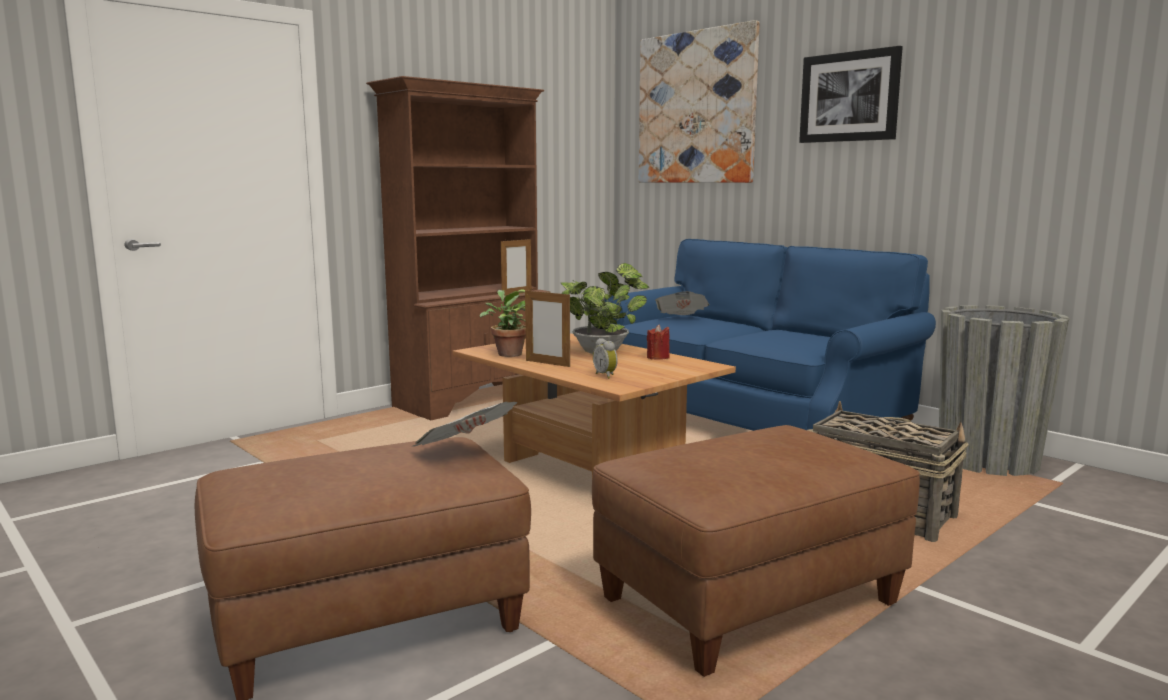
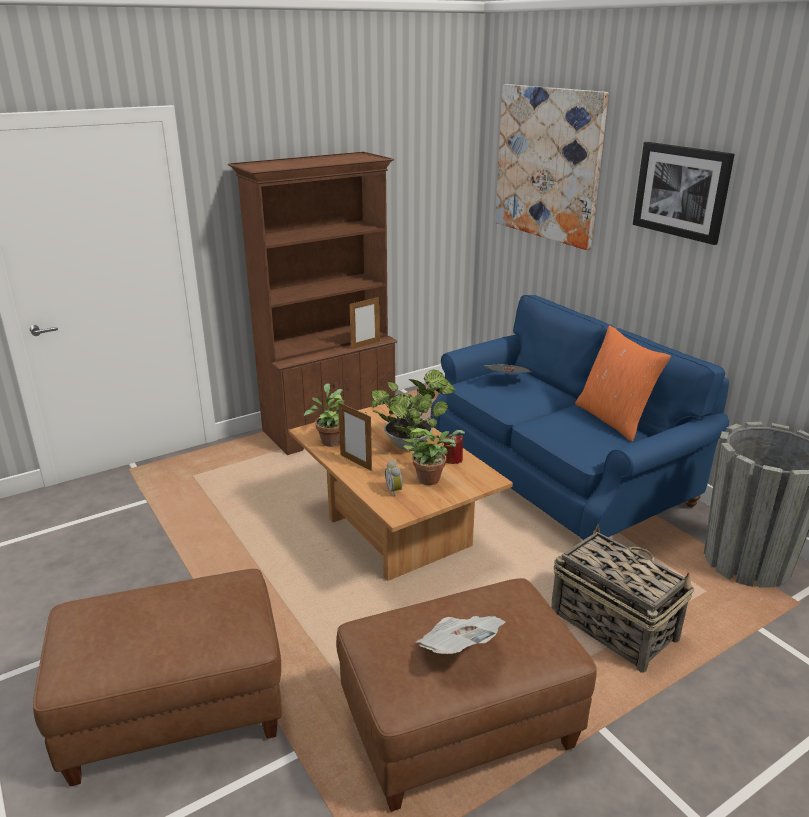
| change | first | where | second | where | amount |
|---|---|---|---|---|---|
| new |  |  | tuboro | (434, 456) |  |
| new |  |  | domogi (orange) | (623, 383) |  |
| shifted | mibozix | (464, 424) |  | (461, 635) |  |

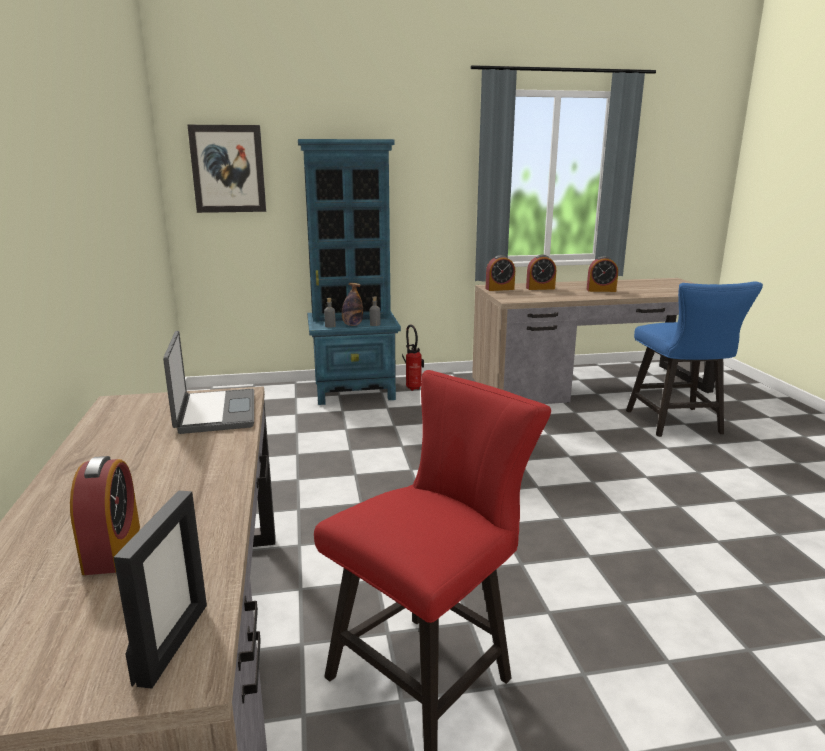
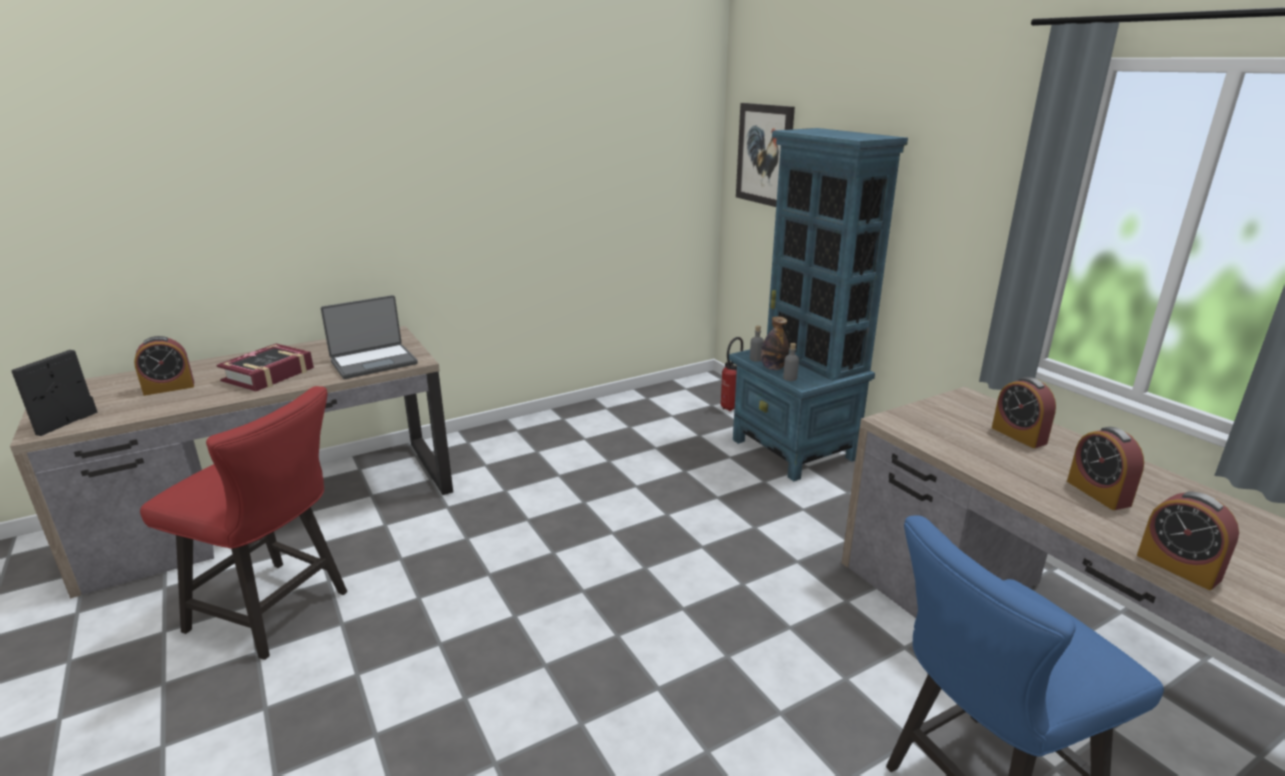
| change | first | where | second | where | amount |
|---|---|---|---|---|---|
| new |  |  | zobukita | (265, 367) |  |
| shifted | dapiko | (413, 357) |  | (732, 374) |  |
| shifted | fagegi | (500, 273) |  | (1188, 540) |  |
| rotated | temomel | (160, 589) |  | (54, 393) | 120 degrees clockwise |

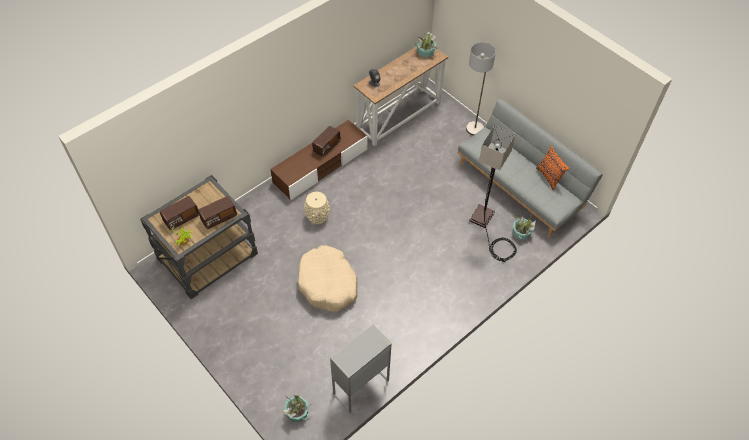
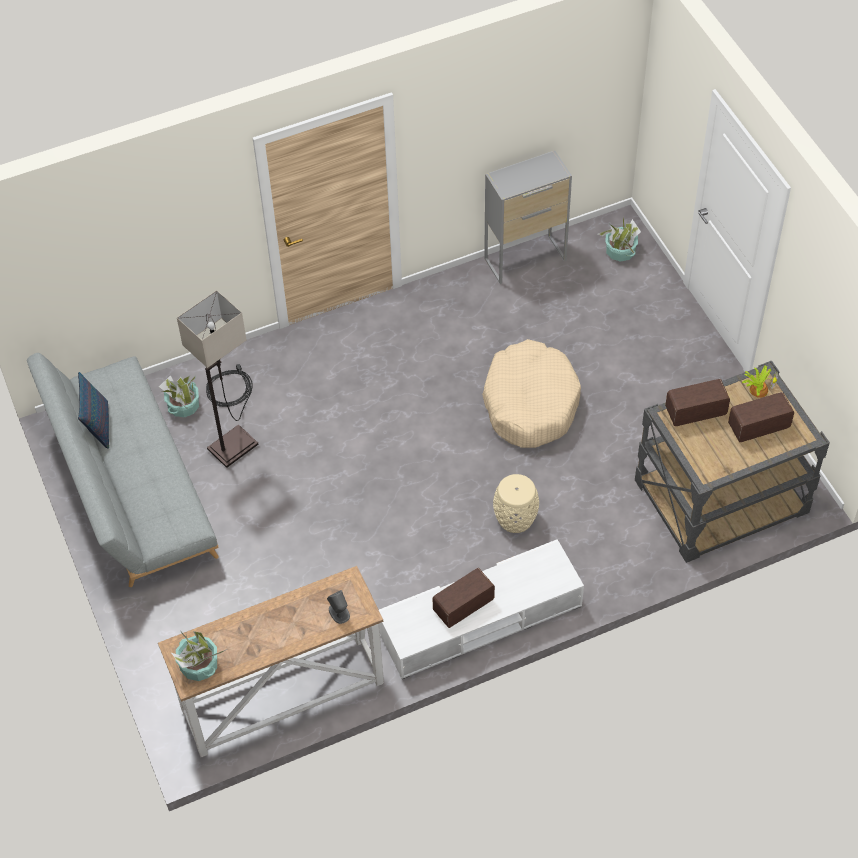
| change | first | where | second | where | amount |
|---|---|---|---|---|---|
| gone | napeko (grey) | (481, 88) |  |  |  |
| repainted | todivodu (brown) | (319, 160) | todivodu (white) | (481, 609) |  |
| repainted | domogi (orange) | (552, 168) | domogi (blue) | (93, 410) |  |

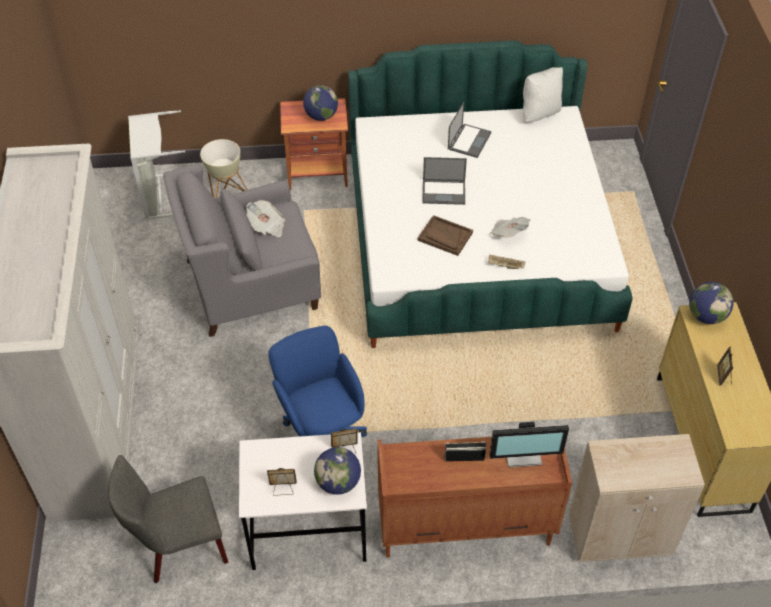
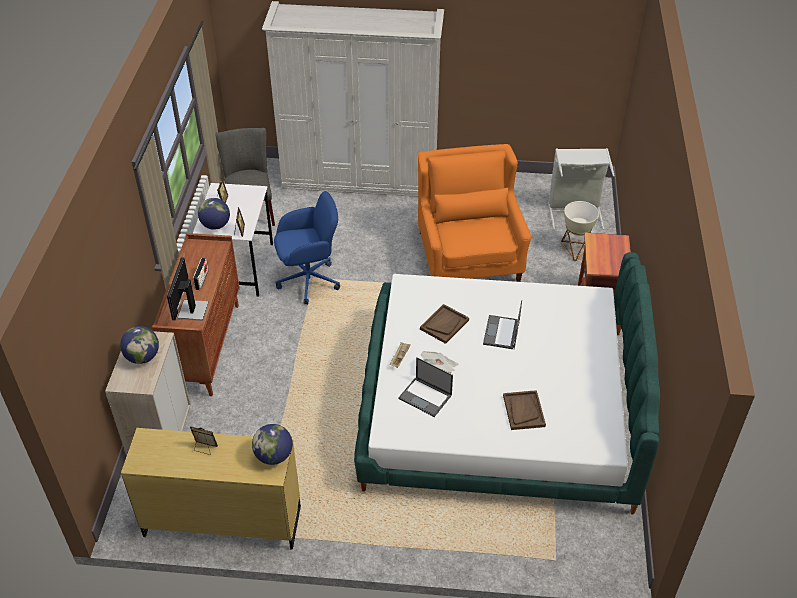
| change | first | where | second | where | amount |
|---|---|---|---|---|---|
| gone | mibozix | (265, 218) |  |  |  |
| gone | domogi (white) | (543, 95) |  |  |  |
| new |  |  | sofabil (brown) | (524, 410) |  |
| shifted | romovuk | (320, 103) |  | (139, 345) |  |
| shifted | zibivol | (470, 130) |  | (425, 387) |  |
| repainted | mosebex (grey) | (242, 250) | mosebex (orange) | (474, 213) |  |

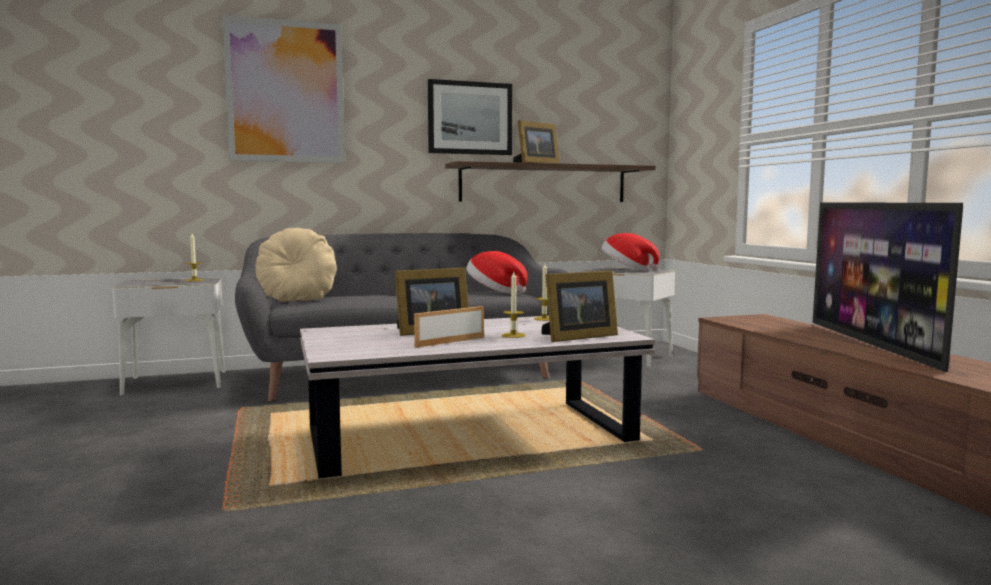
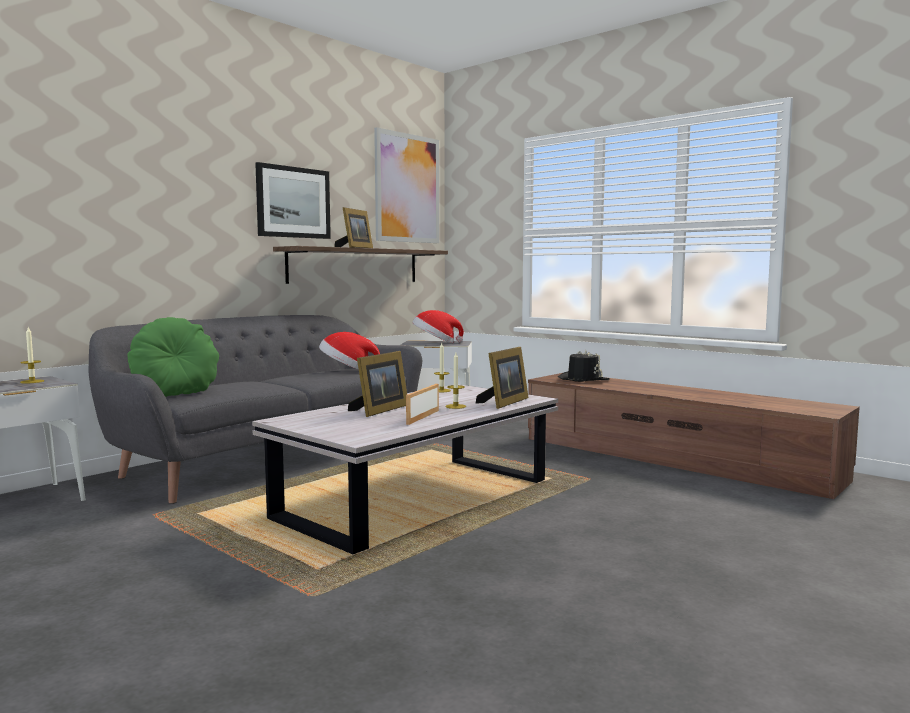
| change | first | where | second | where | amount |
|---|---|---|---|---|---|
| gone | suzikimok | (888, 287) |  |  |  |
| new |  |  | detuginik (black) | (584, 366) |  |
| shifted | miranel | (283, 89) |  | (406, 185) |  |
| repainted | domogi (beige) | (296, 265) | domogi (green) | (173, 357) |  |

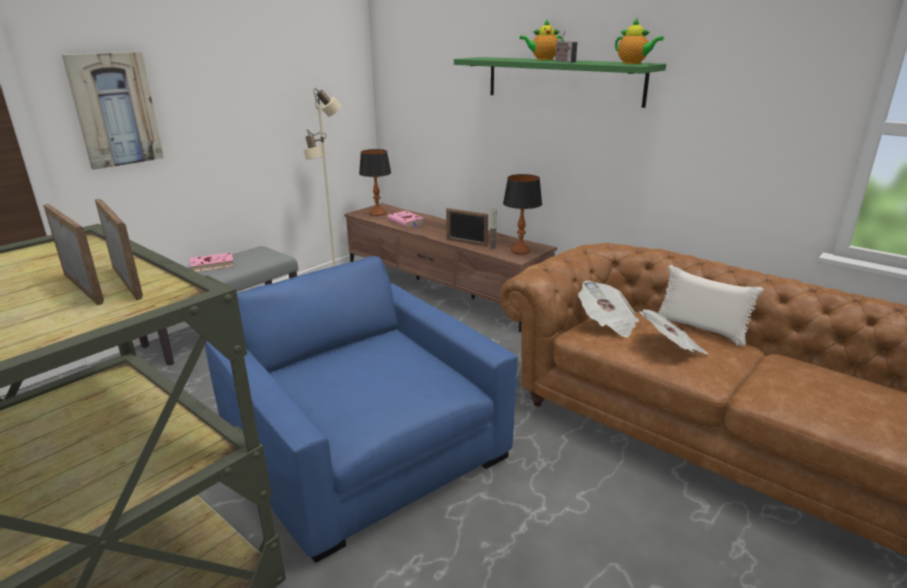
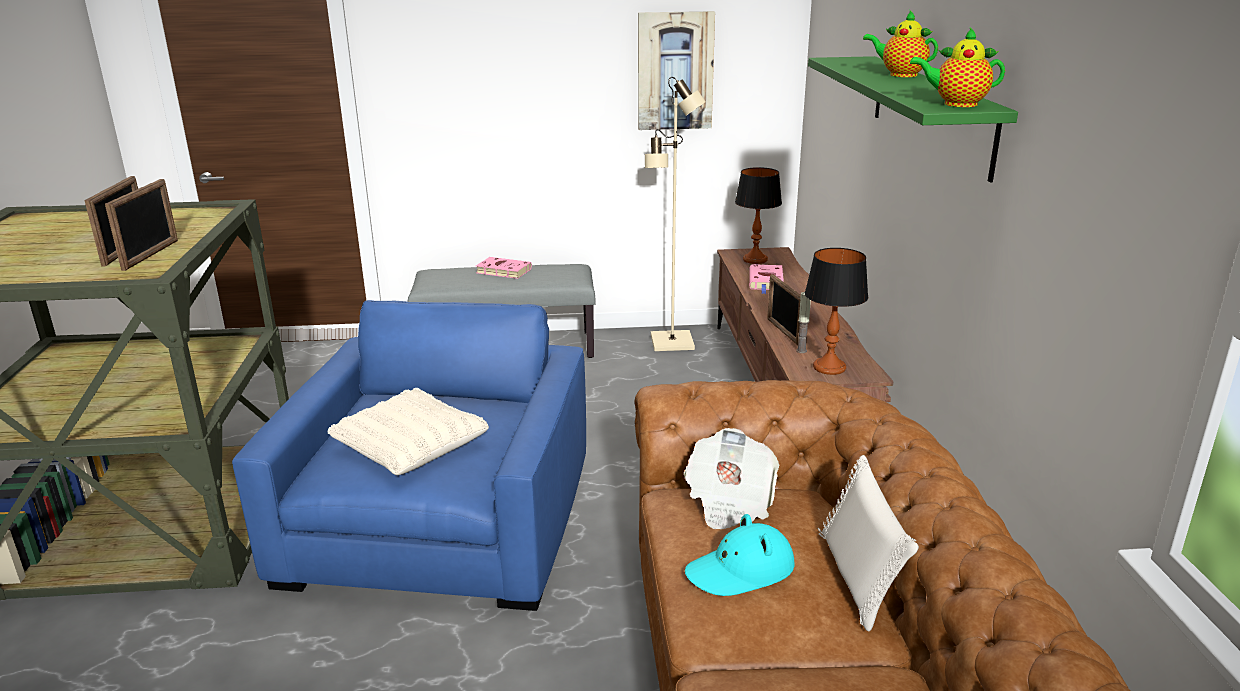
| change | first | where | second | where | amount |
|---|---|---|---|---|---|
| gone | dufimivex | (566, 46) |  |  |  |
| new |  |  | domogi (beige) | (408, 431) |  |
| shifted | miranel | (113, 111) |  | (676, 70) |  |
| swapped | mibozix | (673, 331) | detuginik (turquoise) | (740, 555) |  |
| rotated | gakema | (639, 41) |  | (957, 67) | 105 degrees clockwise |

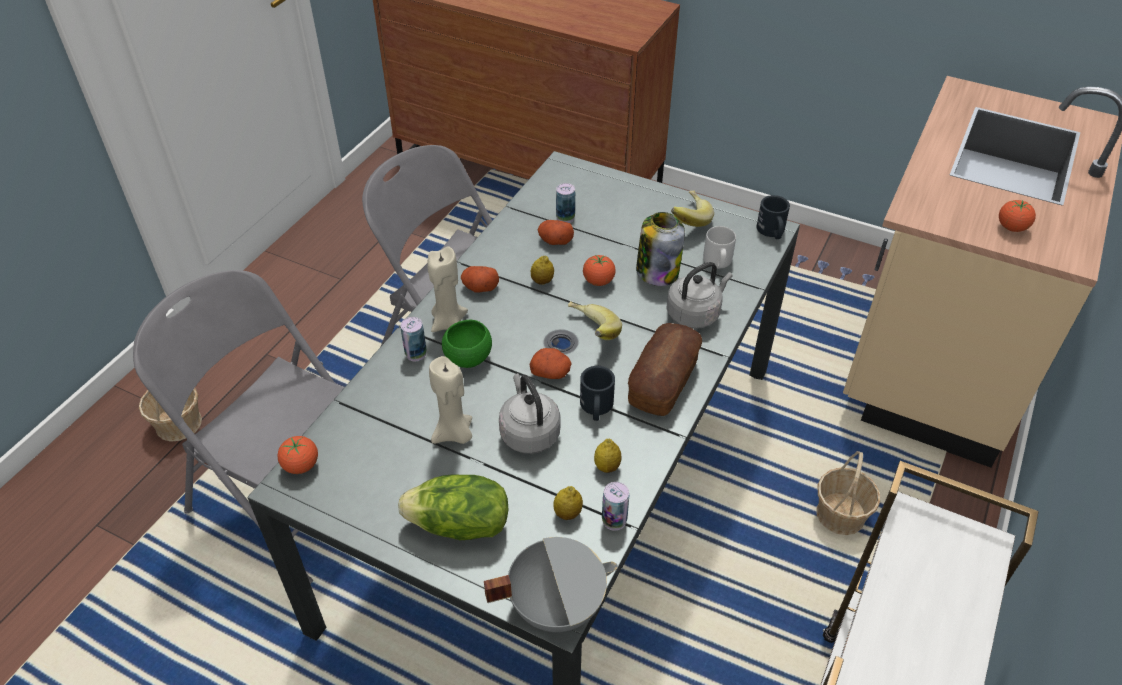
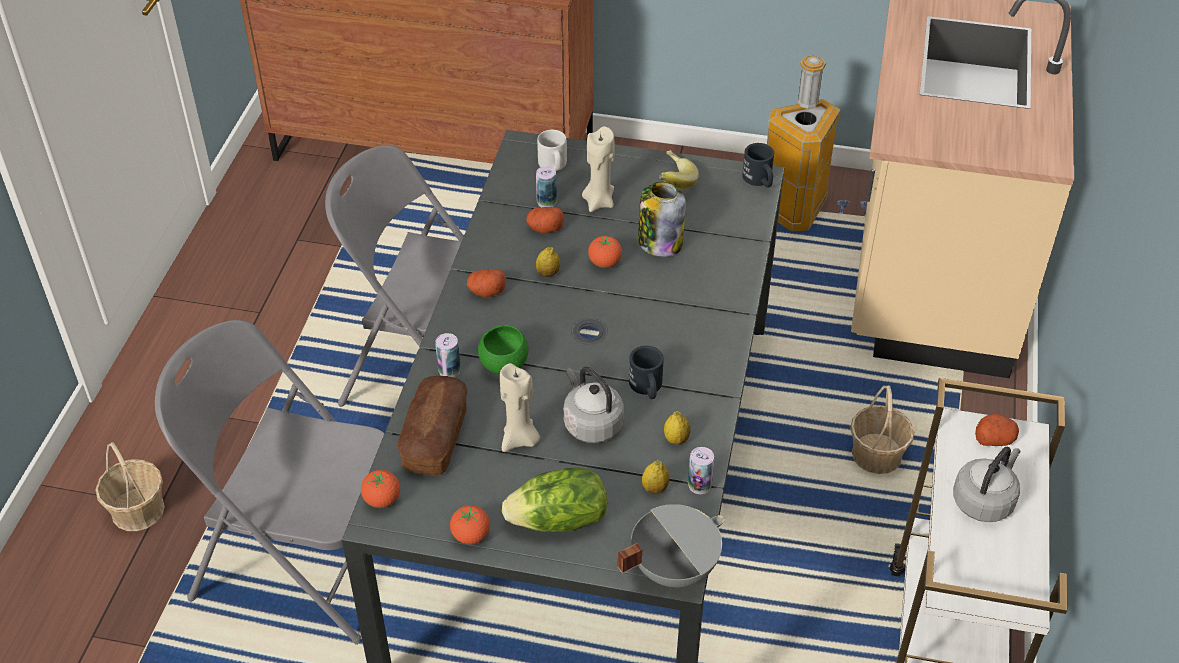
| change | first | where | second | where | amount |
|---|---|---|---|---|---|
| gone | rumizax | (595, 320) |  |  |  |
| new |  |  | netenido | (804, 143) |  |
| shifted | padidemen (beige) | (448, 289) |  | (598, 169) |  |
| shifted | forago | (551, 363) |  | (997, 430) |  |
| shifted | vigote | (665, 369) |  | (432, 425) |  |
| shifted | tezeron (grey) | (699, 295) |  | (986, 484) |  |
| shifted | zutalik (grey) | (719, 247) |  | (552, 150) |  |
| shifted | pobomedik | (1017, 216) |  | (470, 524) |  |

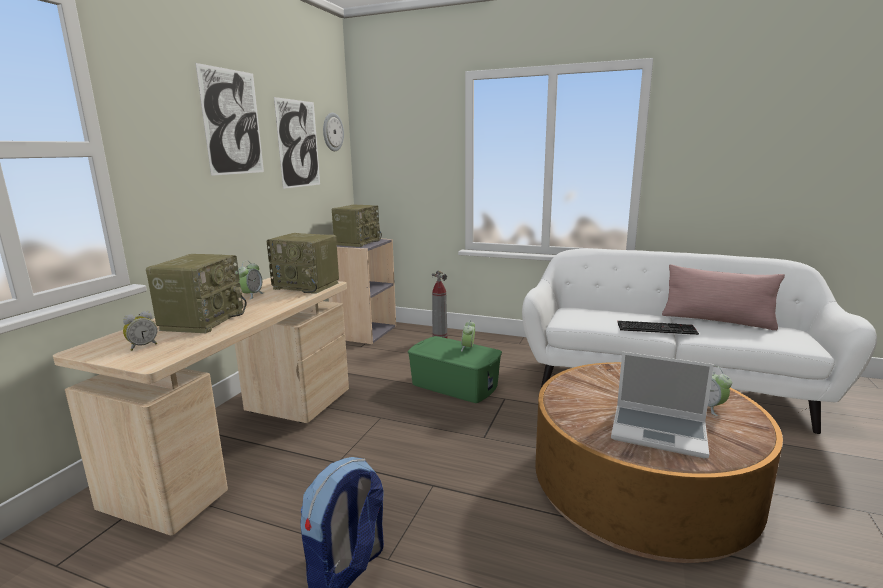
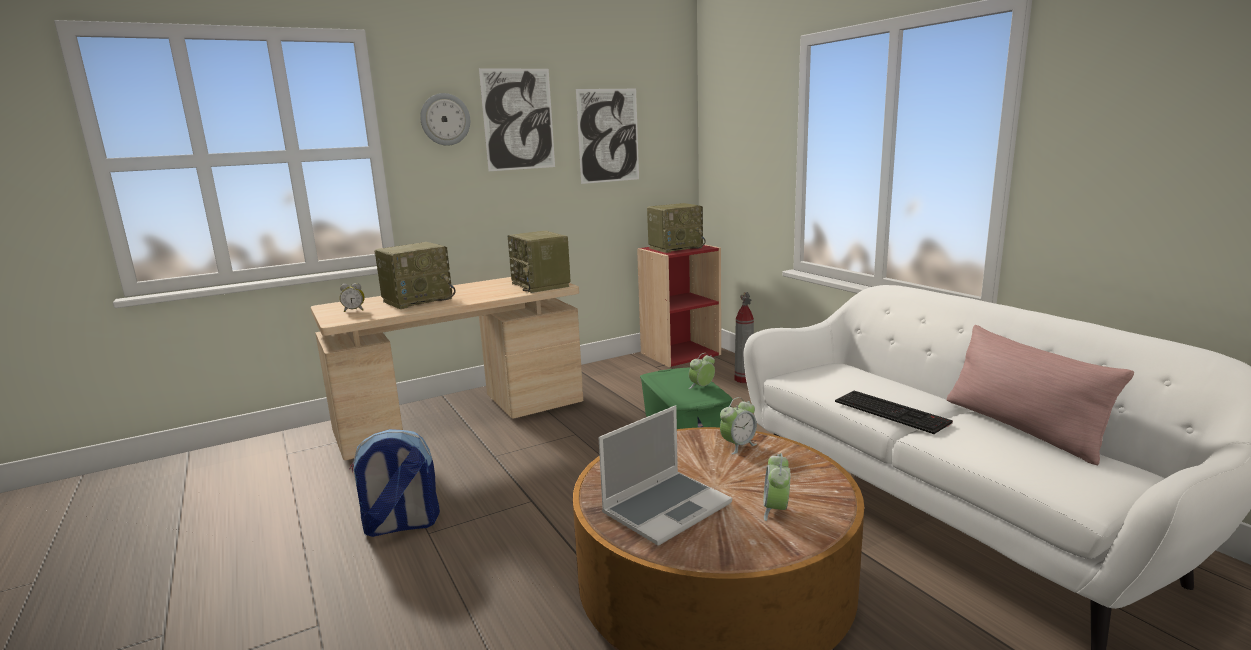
| change | first | where | second | where | amount |
|---|---|---|---|---|---|
| shifted | fagegi | (250, 279) |  | (738, 425) |  |
| shifted | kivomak | (333, 132) |  | (445, 119) |  |
| repainted | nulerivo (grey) | (362, 291) | nulerivo (red) | (679, 306) |  |
| rotated | zibivol | (662, 405) |  | (665, 475) | 105 degrees counterclockwise |

